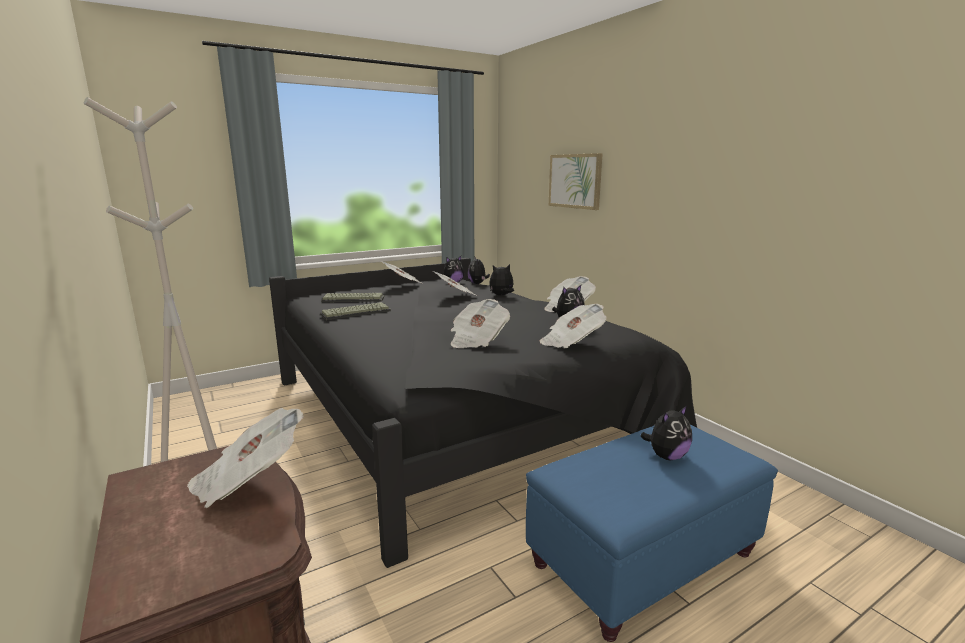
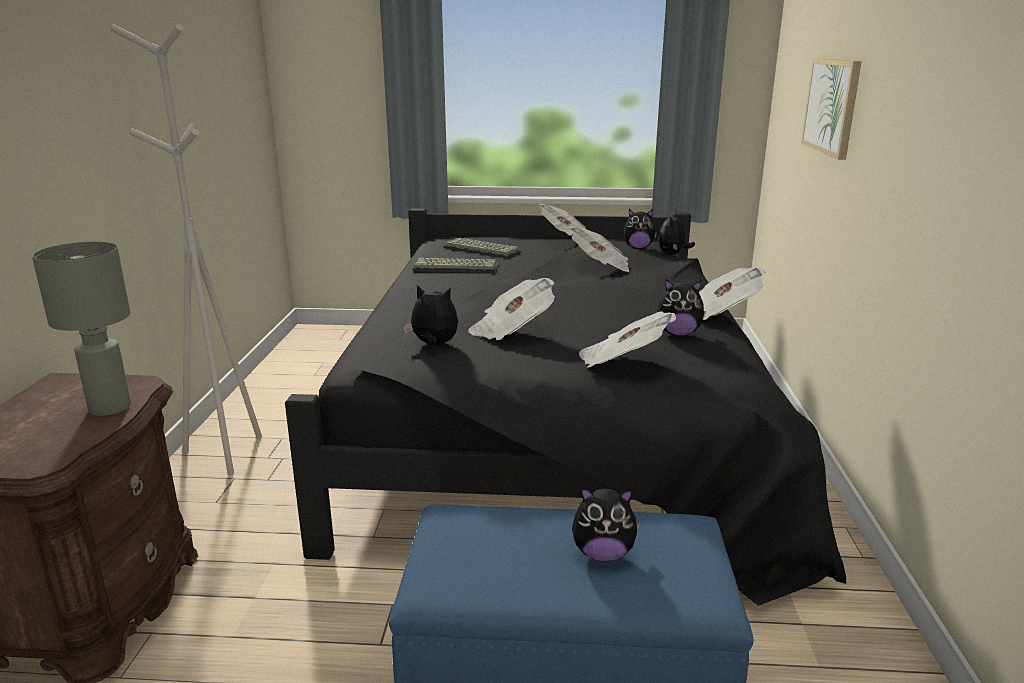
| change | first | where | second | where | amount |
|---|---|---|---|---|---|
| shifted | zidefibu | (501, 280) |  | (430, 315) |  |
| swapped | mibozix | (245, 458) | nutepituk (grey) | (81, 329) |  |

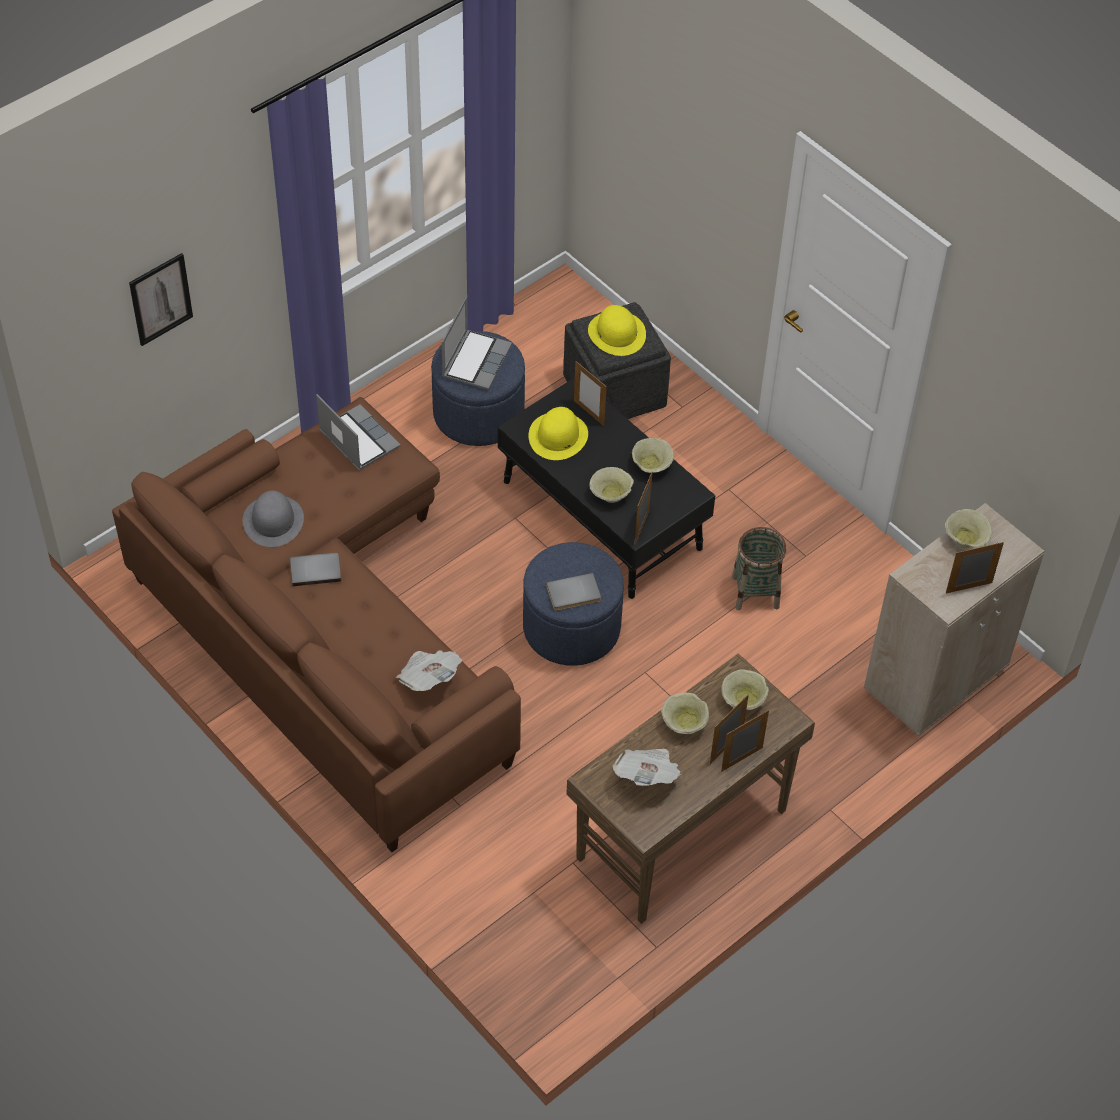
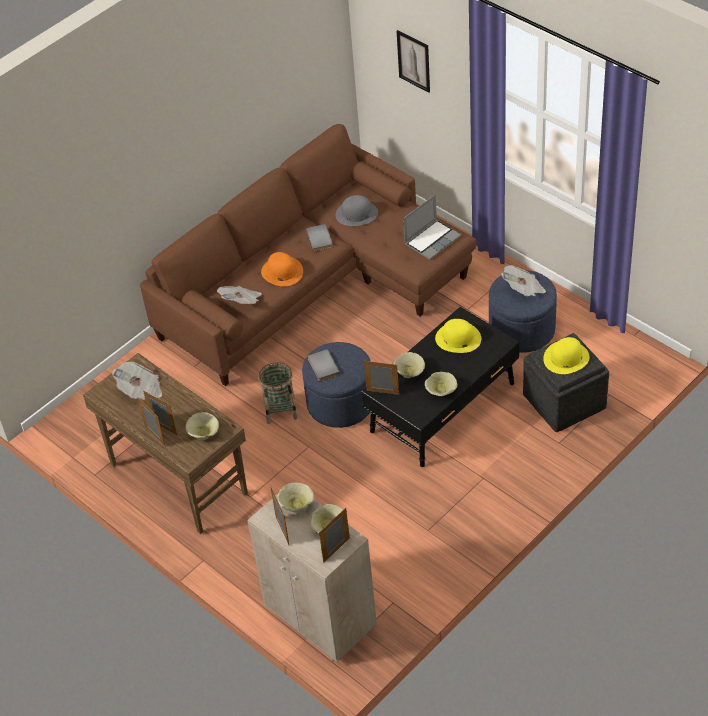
| change | first | where | second | where | amount |
|---|---|---|---|---|---|
| new |  |  | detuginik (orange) | (282, 269) |  |
| shifted | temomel | (590, 393) |  | (334, 535) |  |
| shifted | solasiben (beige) | (685, 713) |  | (296, 497) |  |
| shifted | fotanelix | (759, 568) |  | (278, 393) |  |
| swapped | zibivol | (477, 343) | mibozix | (523, 281) |  |

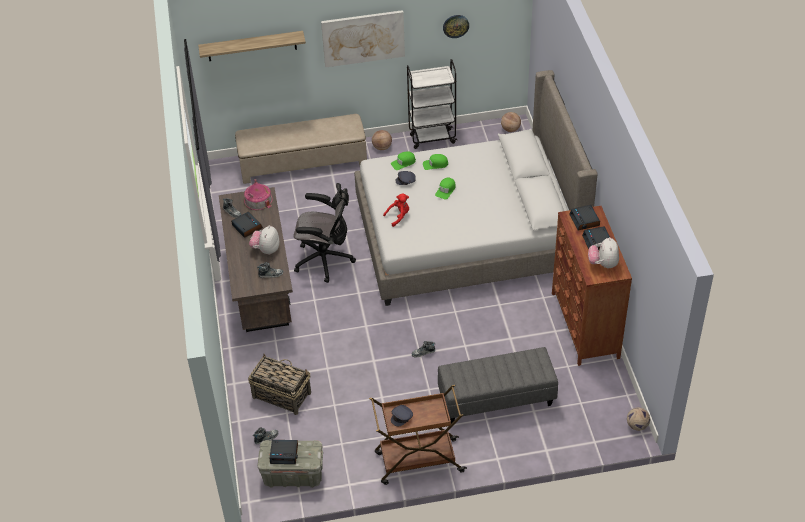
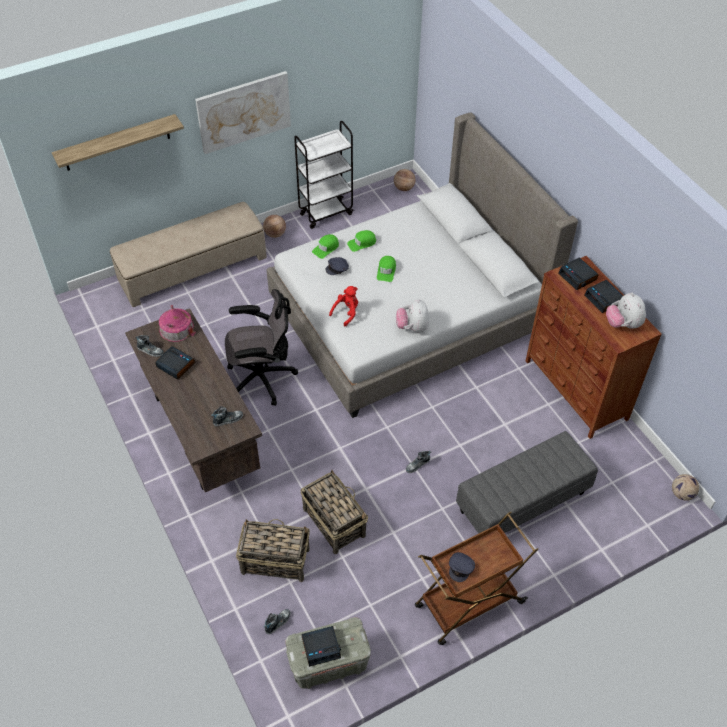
| change | first | where | second | where | amount |
|---|---|---|---|---|---|
| gone | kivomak | (456, 26) |  |  |  |
| new |  |  | fotanelix | (334, 512) |  |
| shifted | zidefibu | (264, 240) |  | (412, 315) |  |

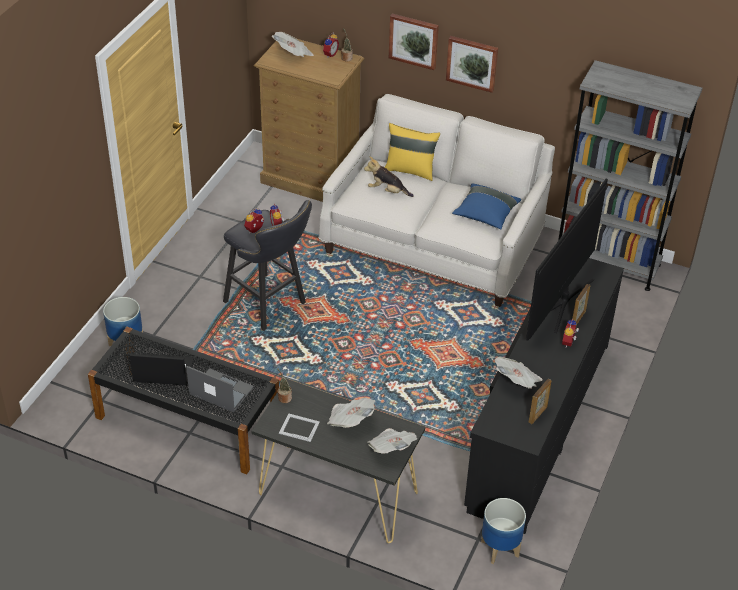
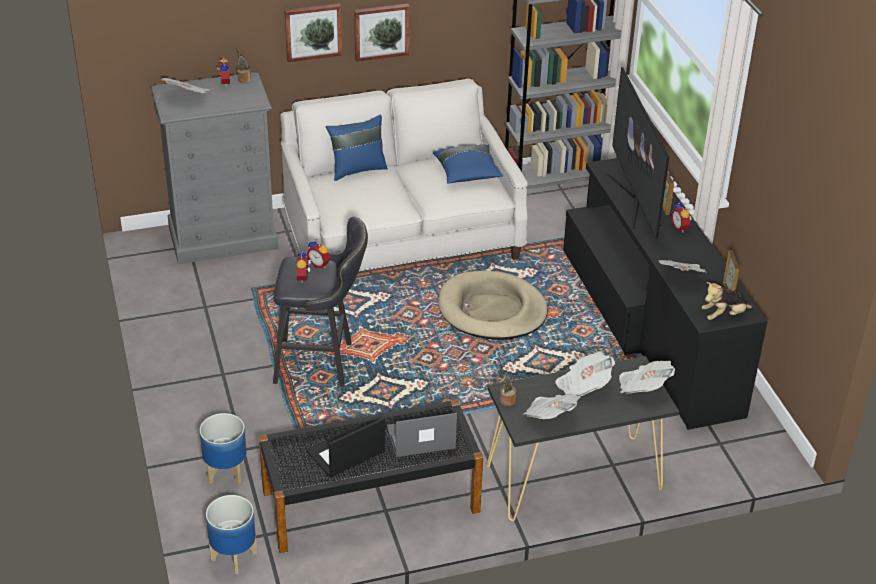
| change | first | where | second | where | amount |
|---|---|---|---|---|---|
| new |  |  | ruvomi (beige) | (493, 305) |  |
| shifted | zidefibu | (389, 176) |  | (728, 301) |  |
| shifted | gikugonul | (503, 531) |  | (231, 534) |  |
| swapped | temomel | (299, 427) | mibozix | (552, 406) |  |
| repainted | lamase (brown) | (309, 120) | lamase (grey) | (215, 168) |  |
| repainted | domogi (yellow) | (412, 152) | domogi (blue) | (357, 148) |  |

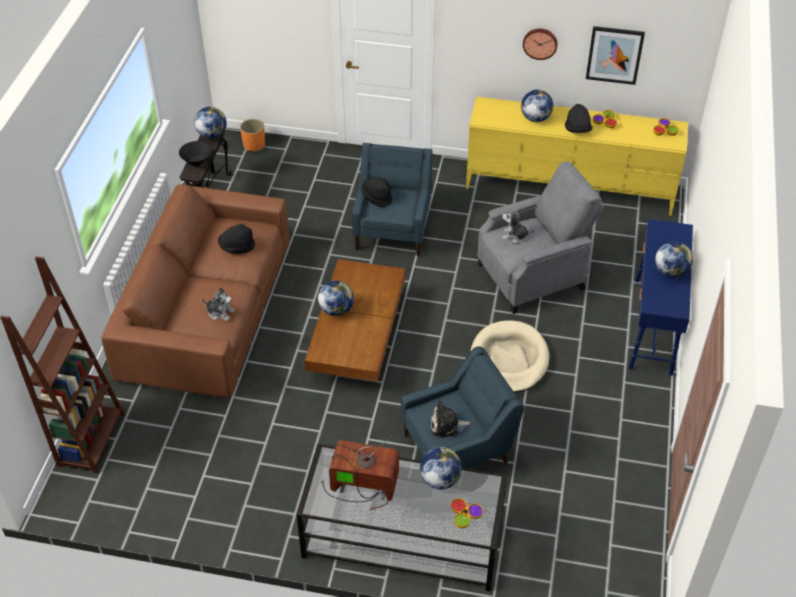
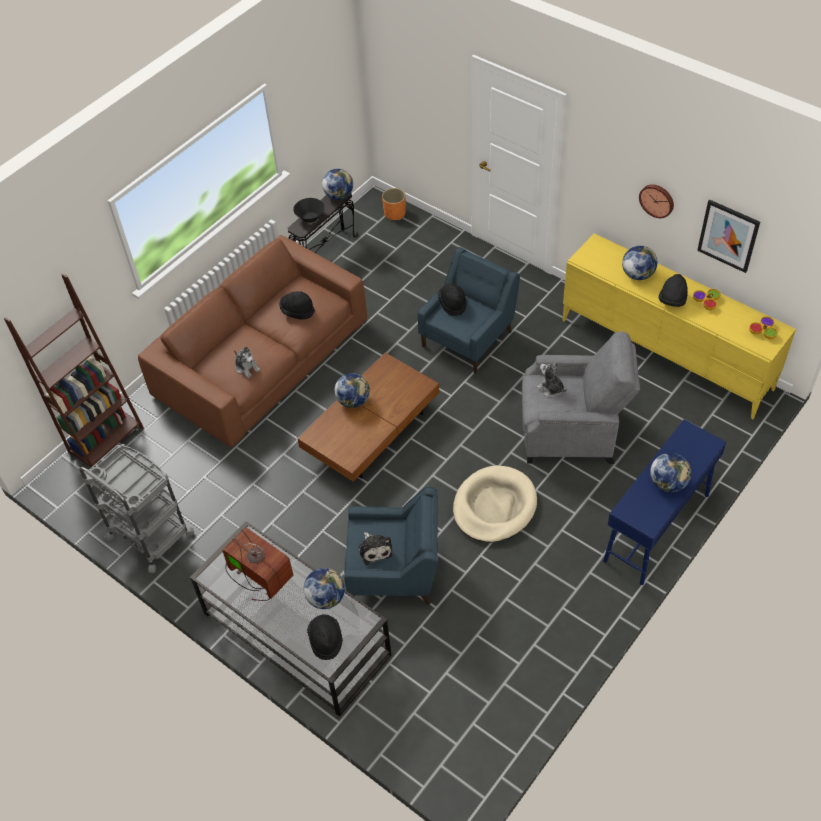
| change | first | where | second | where | amount |
|---|---|---|---|---|---|
| new |  |  | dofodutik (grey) | (136, 508) |  |
| swapped | solasiben | (467, 513) | detuginik (black) | (325, 637) |  |
| rotated | zidefibu | (451, 418) |  | (375, 548) | 135 degrees counterclockwise |

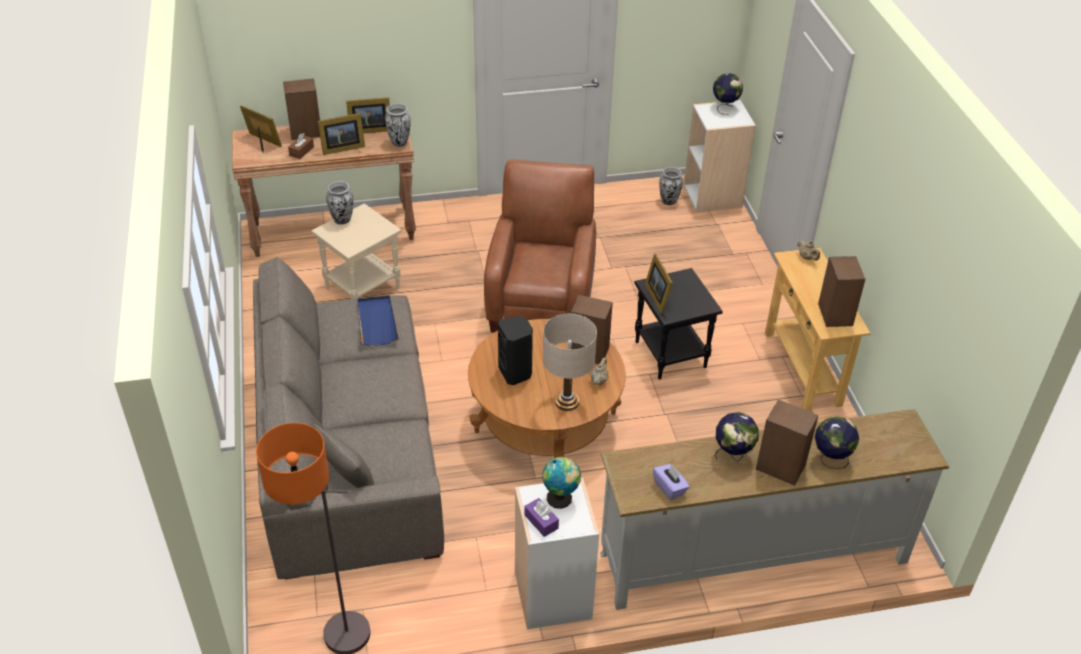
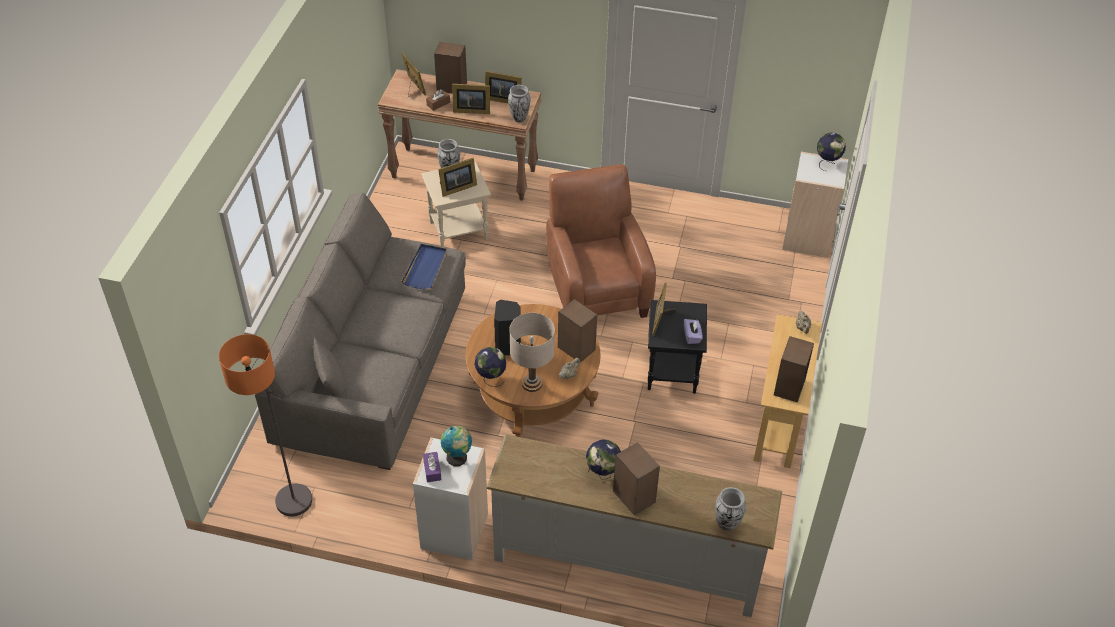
| change | first | where | second | where | amount |
|---|---|---|---|---|---|
| new |  |  | temomel | (457, 177) |  |
| shifted | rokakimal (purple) | (671, 482) |  | (693, 331) |  |
| shifted | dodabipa | (671, 186) |  | (730, 509) |  |
| shifted | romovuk | (837, 442) |  | (491, 367) |  |
| rotated | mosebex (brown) | (540, 246) |  | (601, 241) | 45 degrees counterclockwise |

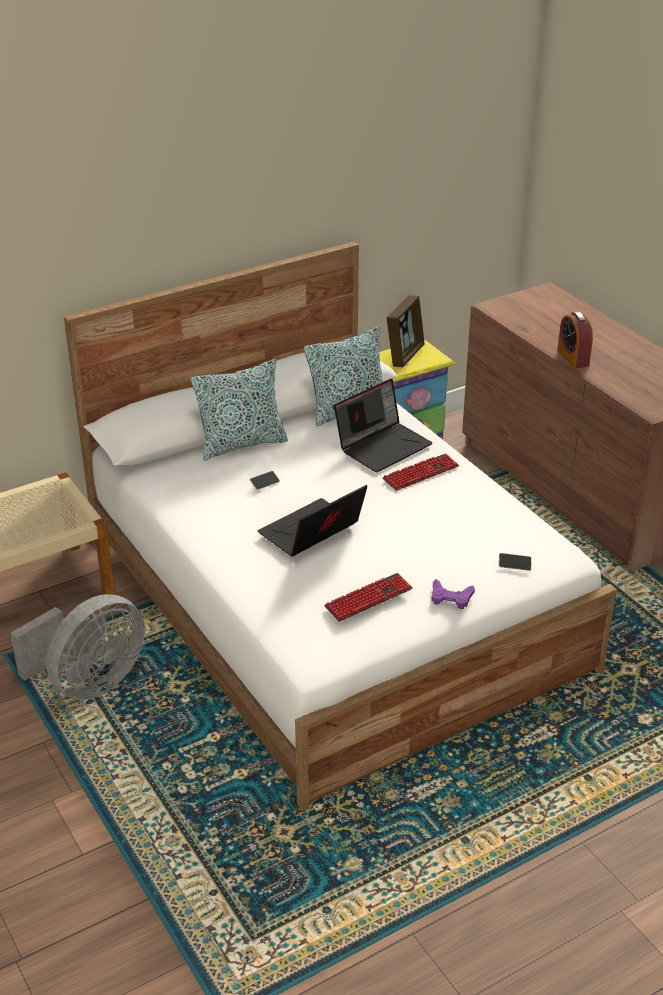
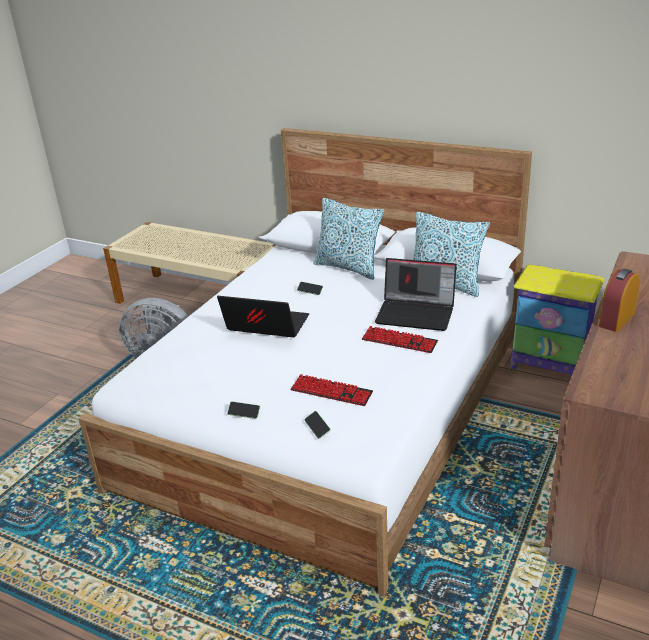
| change | first | where | second | where | amount |
|---|---|---|---|---|---|
| gone | temomel | (406, 331) |  |  |  |
| shifted | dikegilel | (368, 597) |  | (331, 390) |  |
| swapped | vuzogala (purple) | (453, 594) | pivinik | (243, 410) |  |

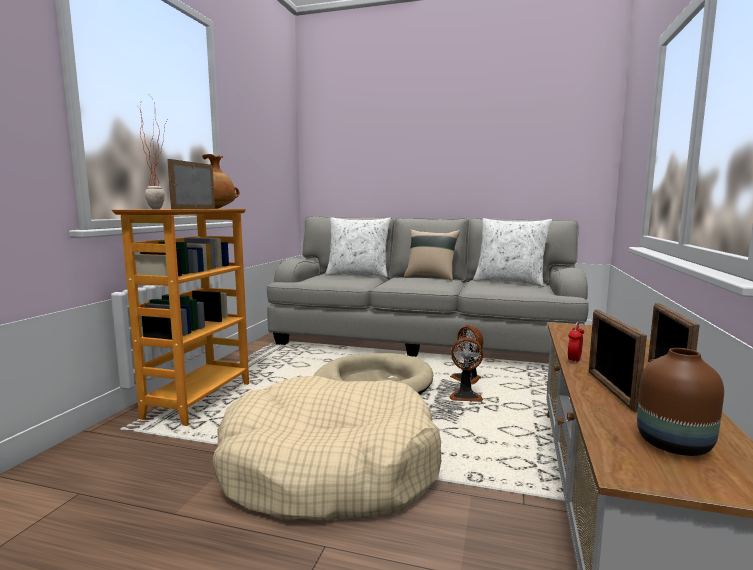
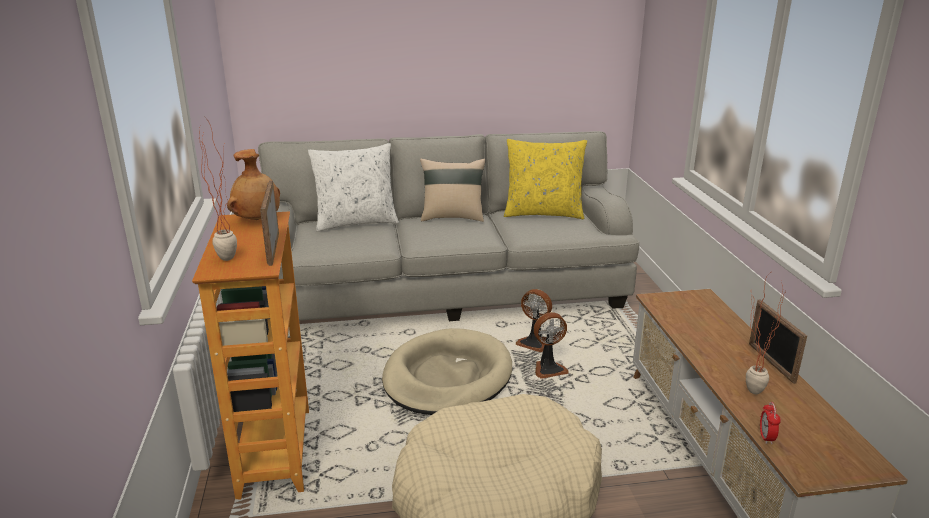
| change | first | where | second | where | amount |
|---|---|---|---|---|---|
| gone | dodabipa (brown) | (680, 402) |  |  |  |
| shifted | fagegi | (576, 343) |  | (770, 423) |  |
| swapped | temomel | (618, 361) | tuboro | (766, 333) |  |
| repainted | domogi (white) | (512, 252) | domogi (yellow) | (545, 179) |  |

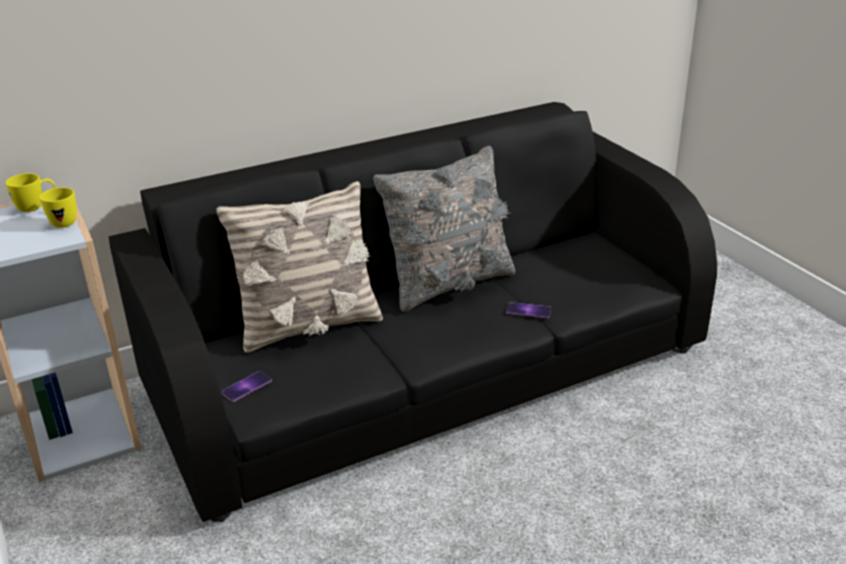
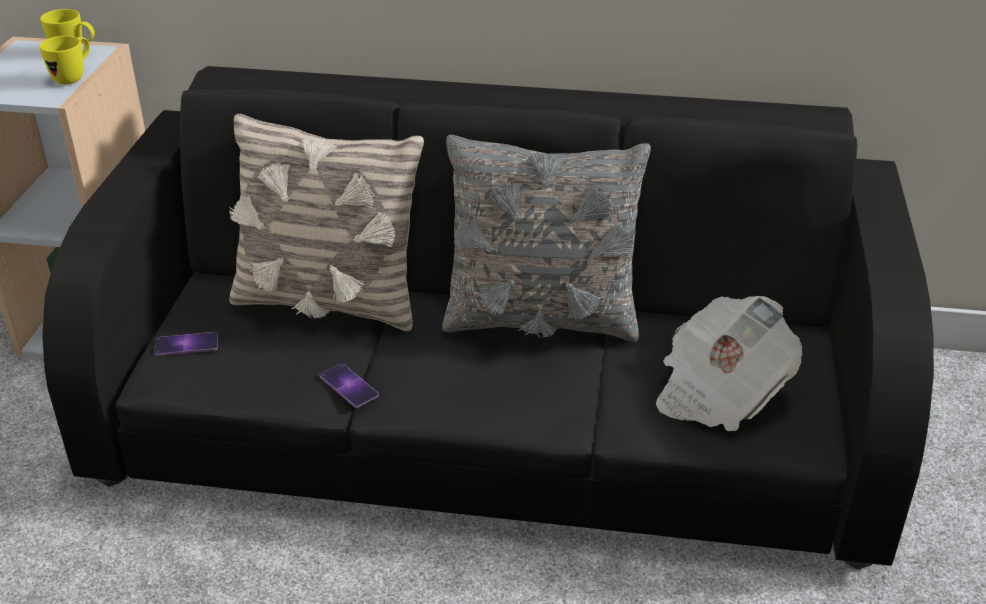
| change | first | where | second | where | amount |
|---|---|---|---|---|---|
| new |  |  | mibozix | (729, 363) |  |
| shifted | pivinik | (528, 310) |  | (349, 386) |  |

